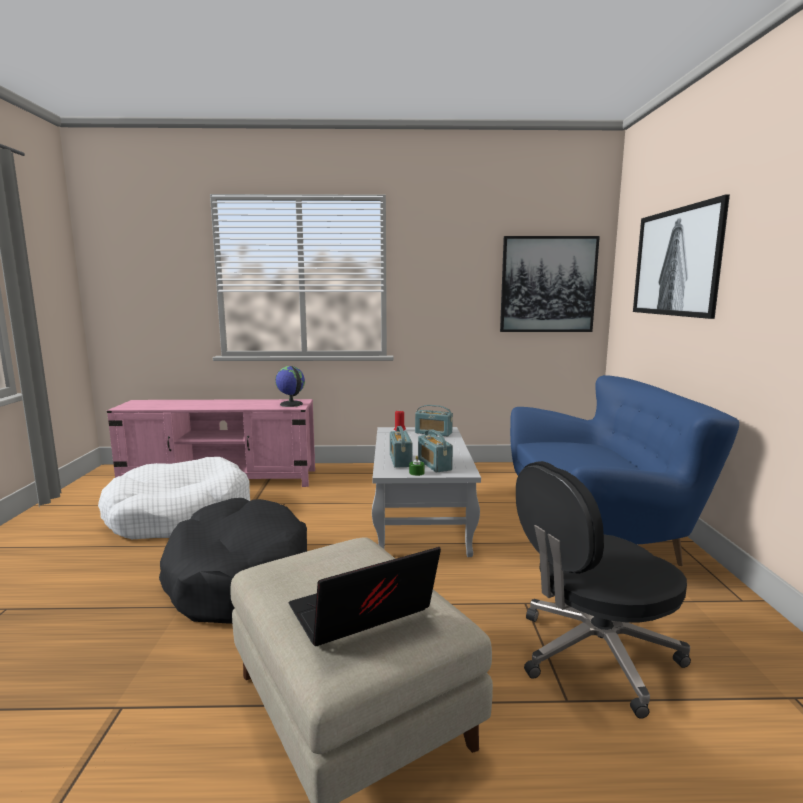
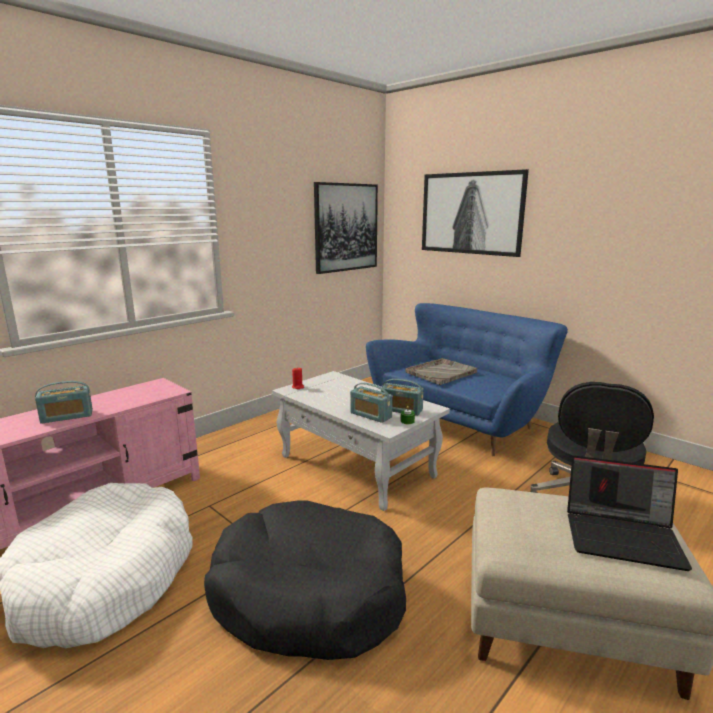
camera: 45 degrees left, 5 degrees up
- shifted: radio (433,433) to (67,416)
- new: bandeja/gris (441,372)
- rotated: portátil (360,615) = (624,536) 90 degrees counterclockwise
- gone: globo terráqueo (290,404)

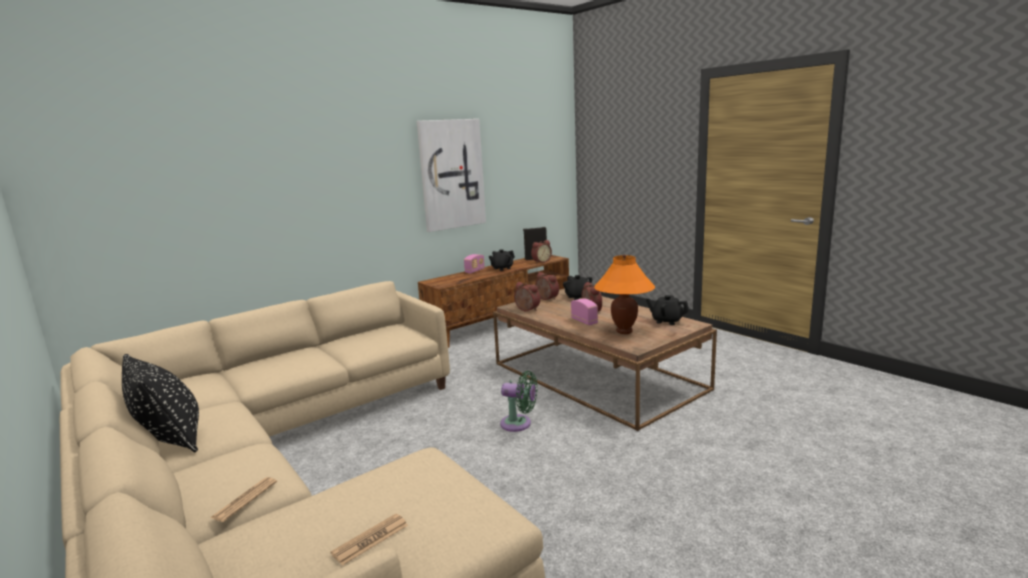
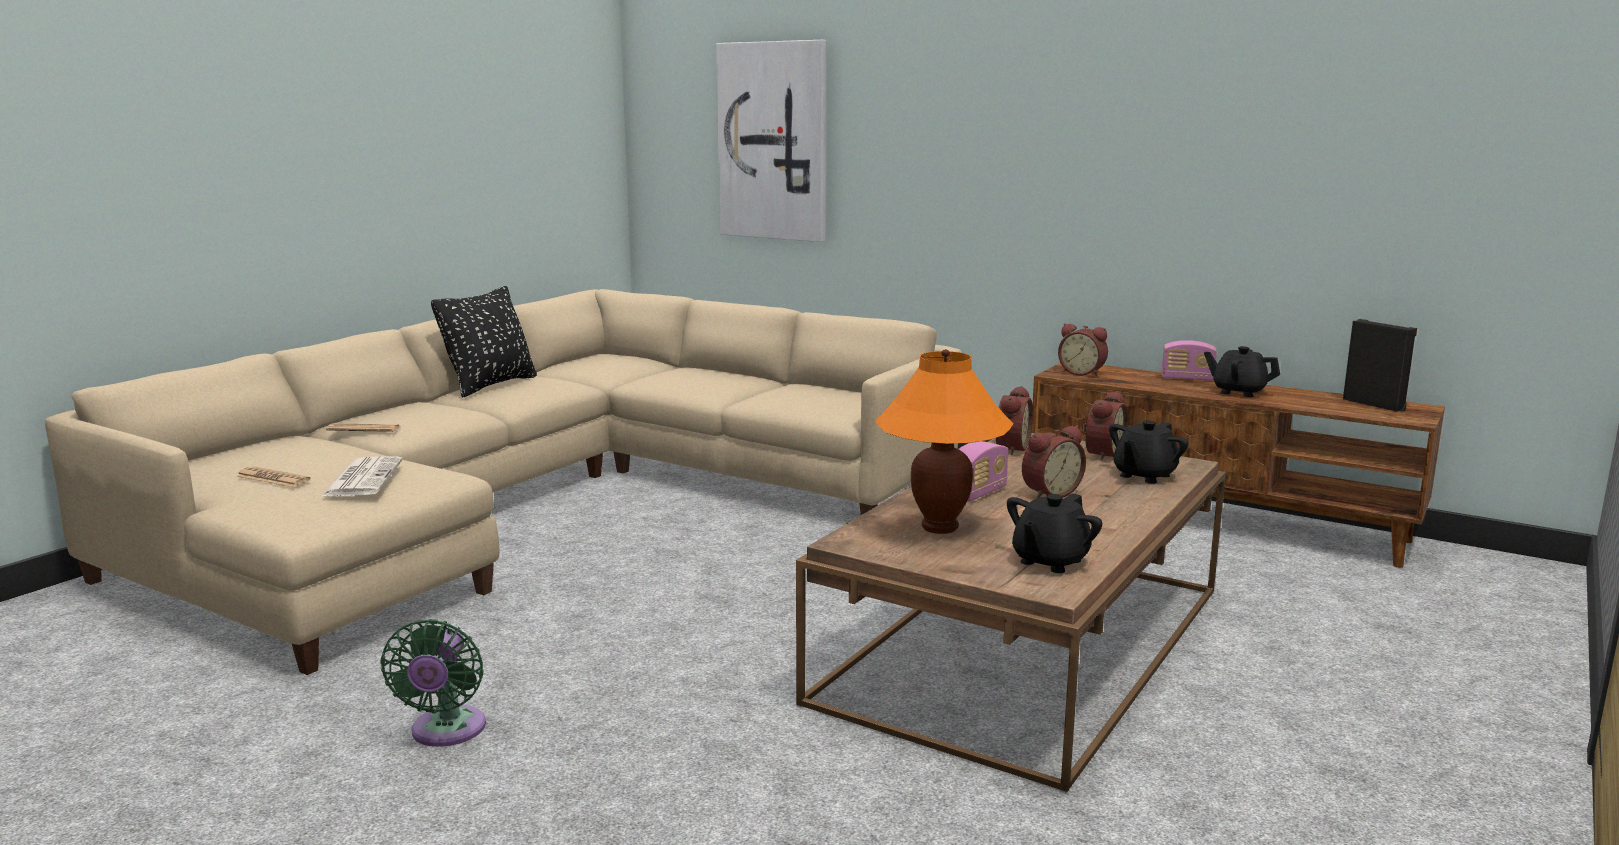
camera: 70 degrees right, 0 degrees up
- new: periódico (362,478)
- shifted: ventilador/verde (519,424) to (446,732)
- shifted: cuadro (451,174) to (773,141)
- rotated: tetera/negro (666,321) = (1050,561) 150 degrees counterclockwise
- shifted: despertador (541,261) to (1082,373)

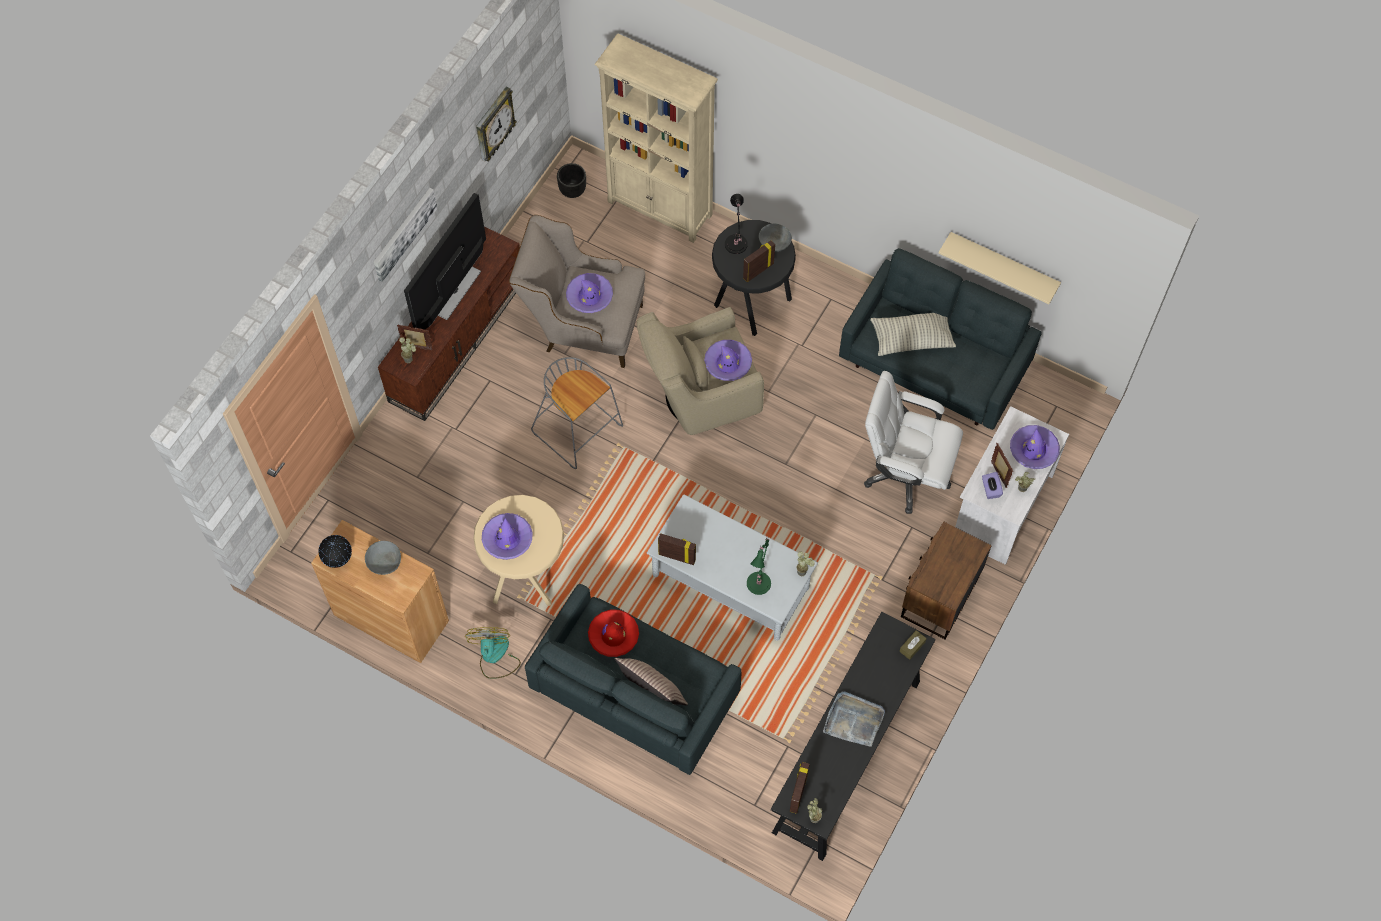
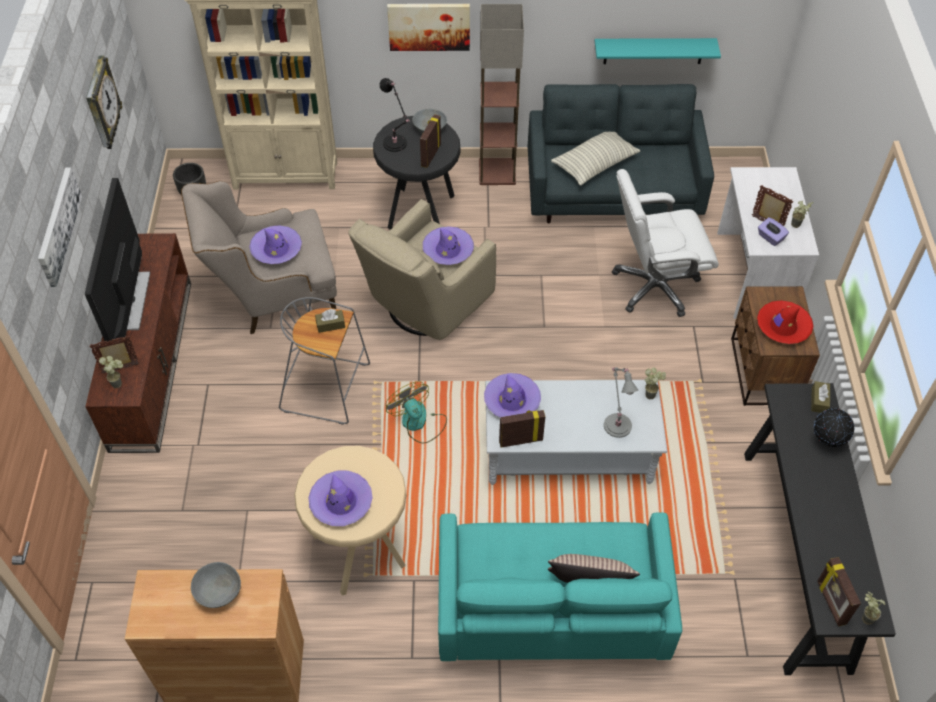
camera: 30 degrees left, 10 degrees down
- new: caja de pañuelos/marrón (330,325)
- shifted: ventilador (495,657) to (418,423)
- new: cuadro (429,26)
- repainted: sofá/gris (634,694) to sofá/turquesa (550,610)
- new: lámpara de pie (497,171)
- shifted: sombrero/morado (1033,450) to (512,400)
- repainted: estante/beis (1003,265) to estante/turquesa (653,51)
- repainted: lámpara de mesa/verde (759,581) to lámpara de mesa/gris (617,423)
- shifted: sombrero/rojo (613,635) to (783,326)
- shifted: globo terráqueo (338,560) to (827,441)
- gone: bandeja/gris (853,720)

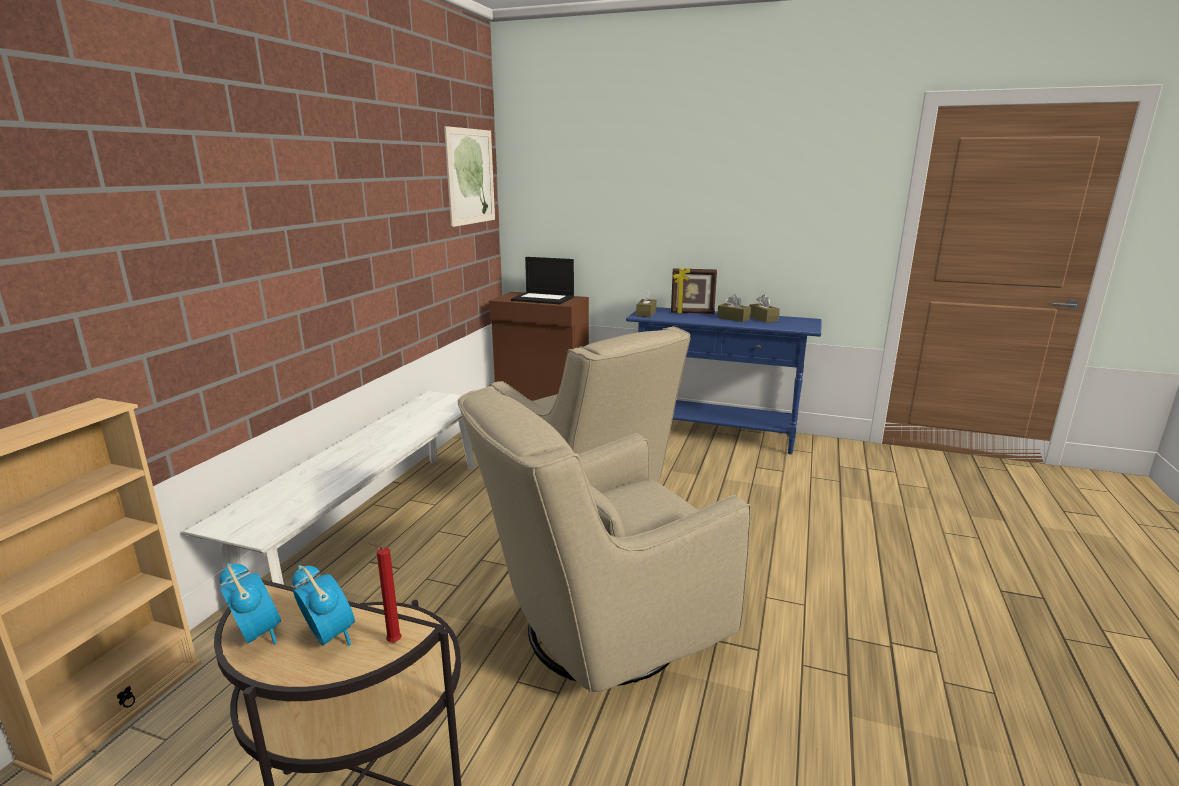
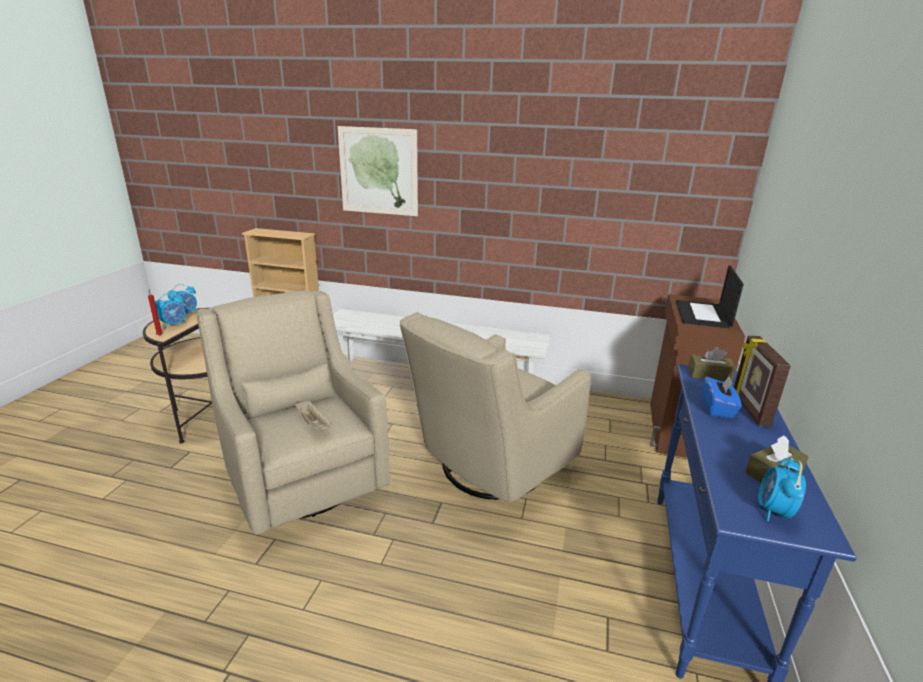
camera: 85 degrees right, 5 degrees up
- new: bandeja/beis (314,424)
- shifted: cuadro (470,176) to (378,171)
- new: caja de pañuelos/azul (718,408)
- new: despertador (773,511)
- gone: caja de pañuelos/marrón (733,318)

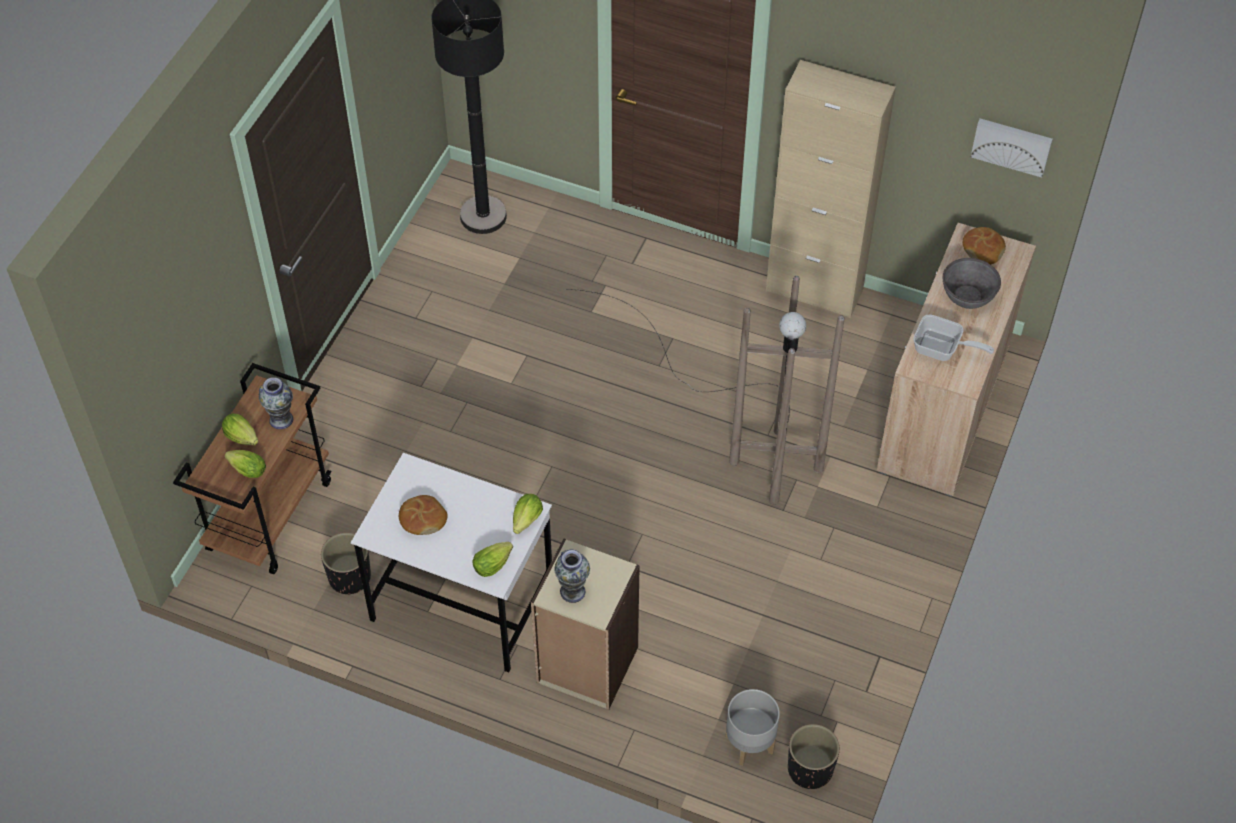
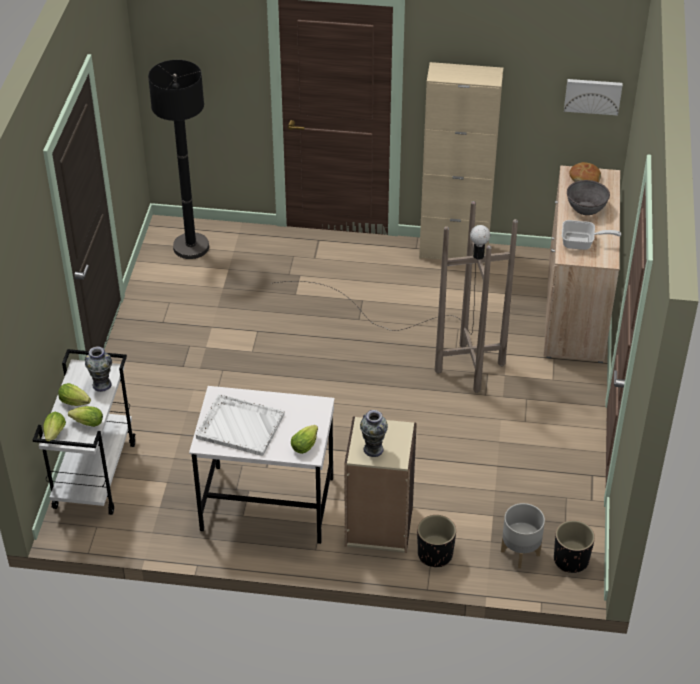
camera: 15 degrees left, 10 degrees down
- repainted: carrito/marrón (270,514) to carrito/blanco (94,474)
- shifted: lechuga (525,522) to (54,435)
- swapped: pan (422,519) to bandeja/blanco (239,426)
- shifted: maceta/negro (349,577) to (435,554)

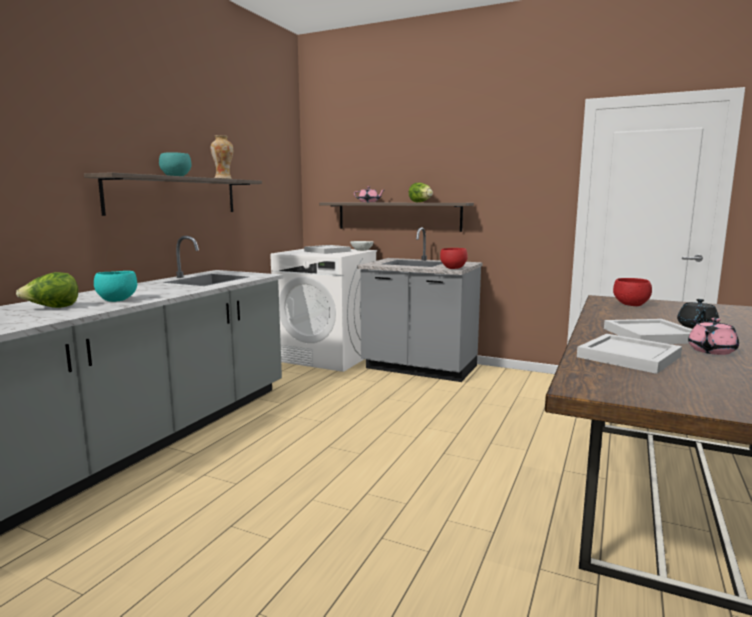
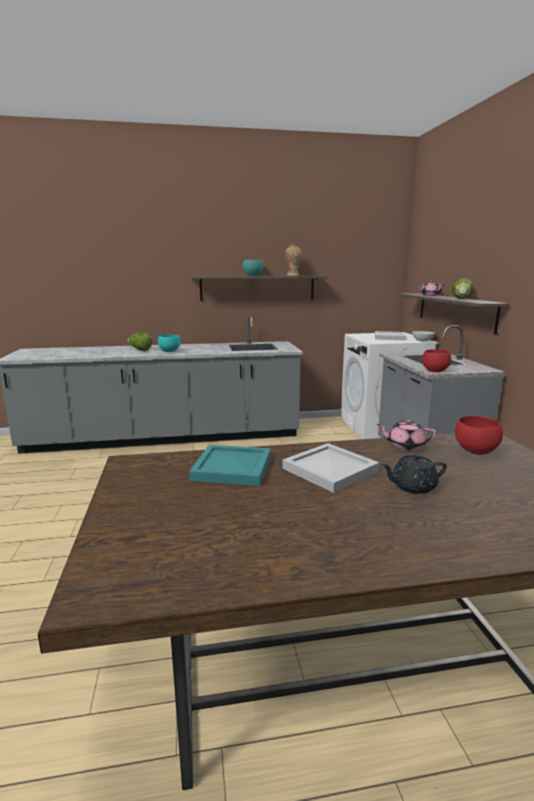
camera: 55 degrees right, 5 degrees up
- repainted: bandeja/blanco (630,356) to bandeja/turquesa (233,468)
- shifted: tetera/rosa (711,351) to (405,446)

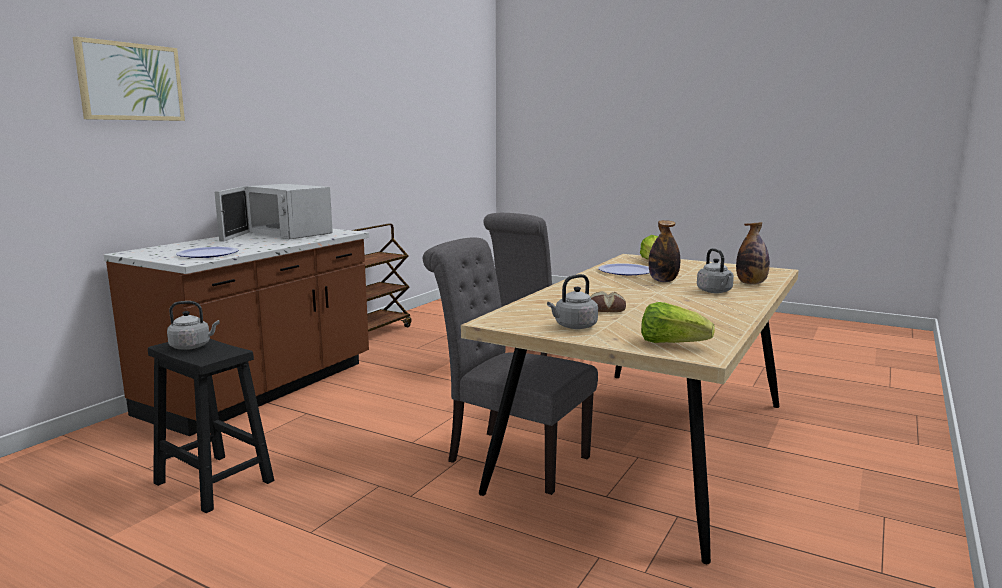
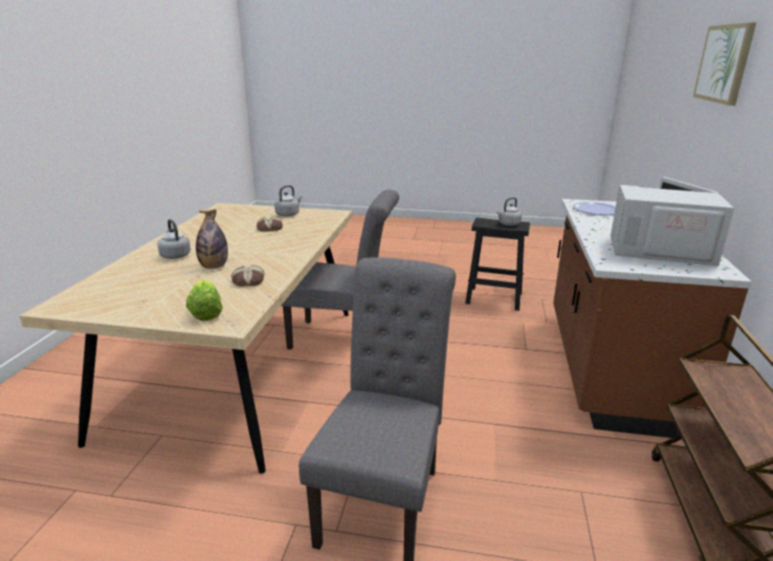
camera: 160 degrees right, 10 degrees up
- swapped: plato (626,271) to pan (248,281)
- gone: lechuga (671,344)
- gone: botella (751,283)

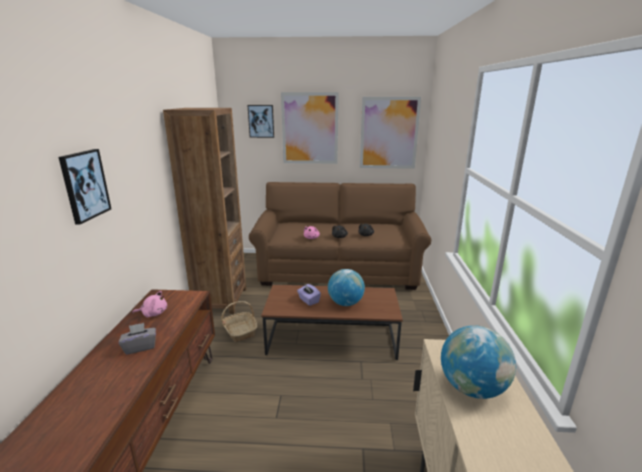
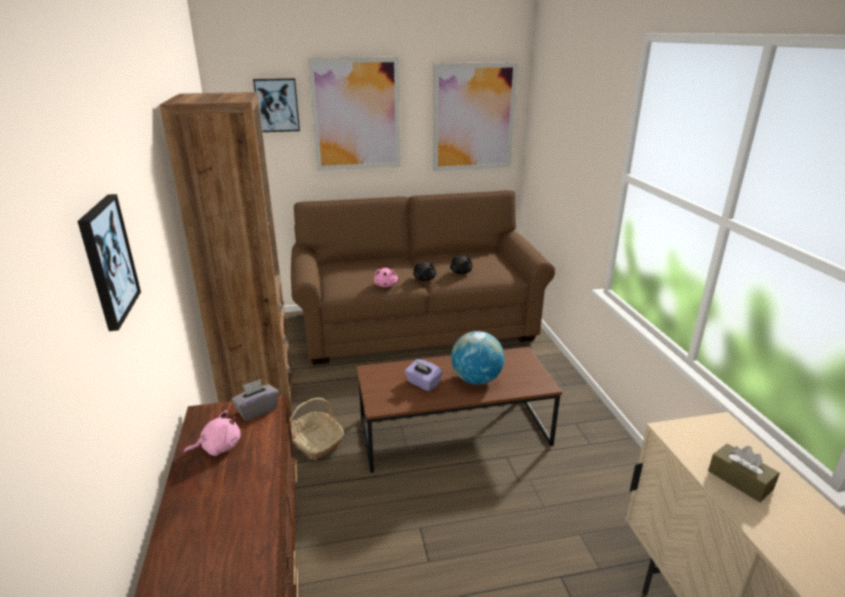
camera: 15 degrees left, 5 degrees up
- shifted: caja de pañuelos/gris (140,347) to (257,410)
- swapped: globo terráqueo (472,388) to caja de pañuelos/marrón (739,480)

